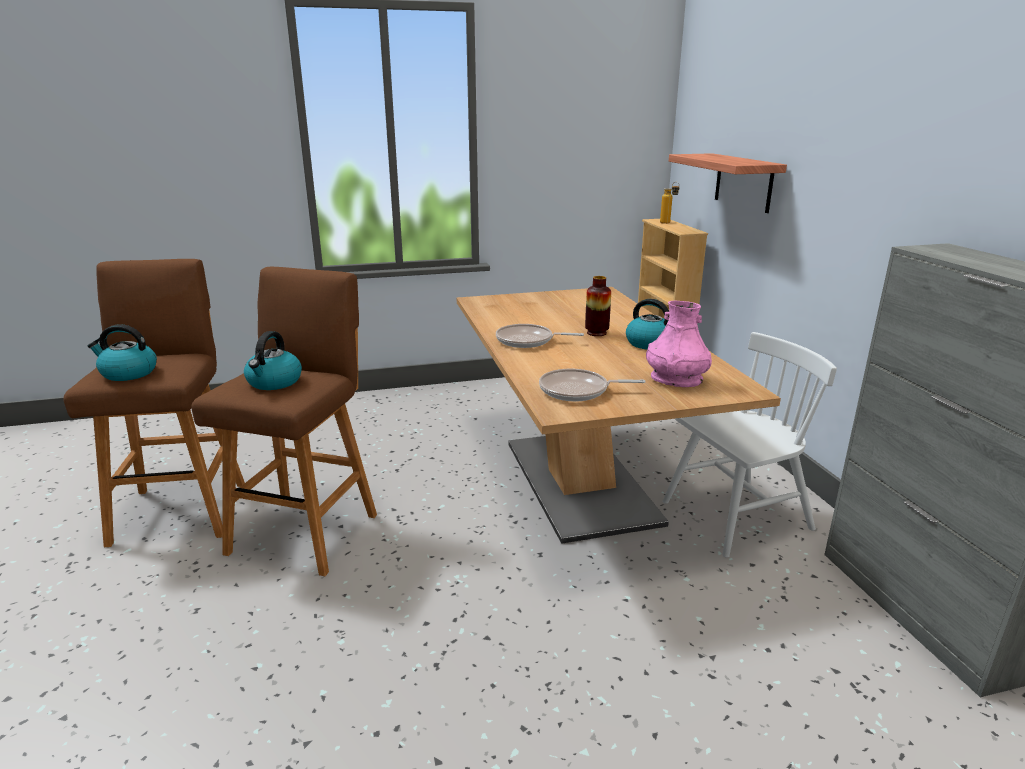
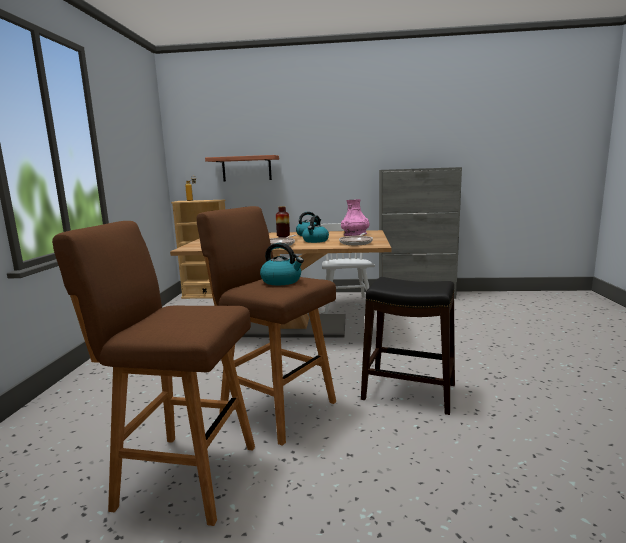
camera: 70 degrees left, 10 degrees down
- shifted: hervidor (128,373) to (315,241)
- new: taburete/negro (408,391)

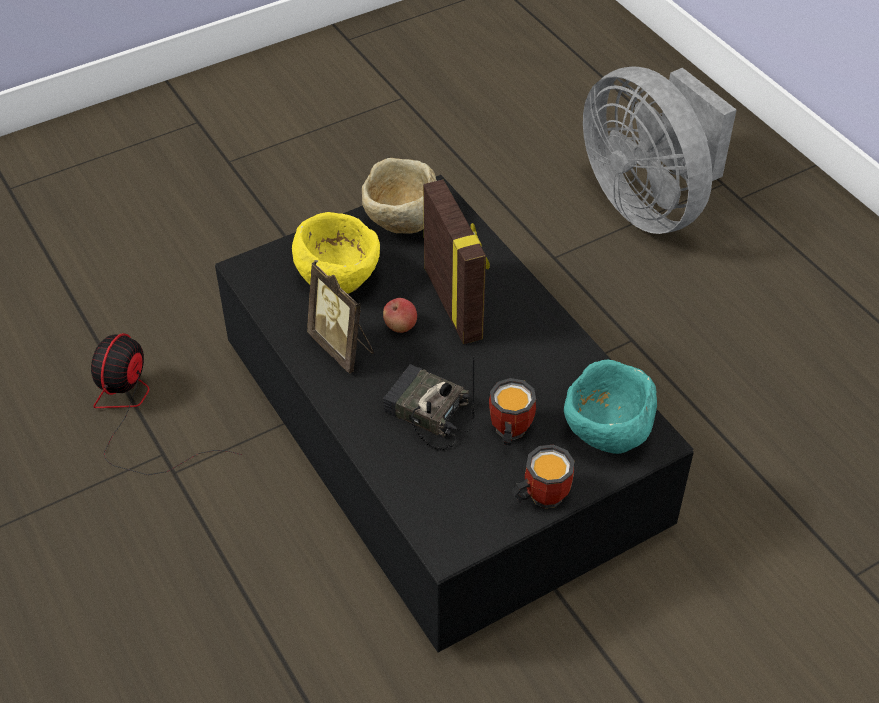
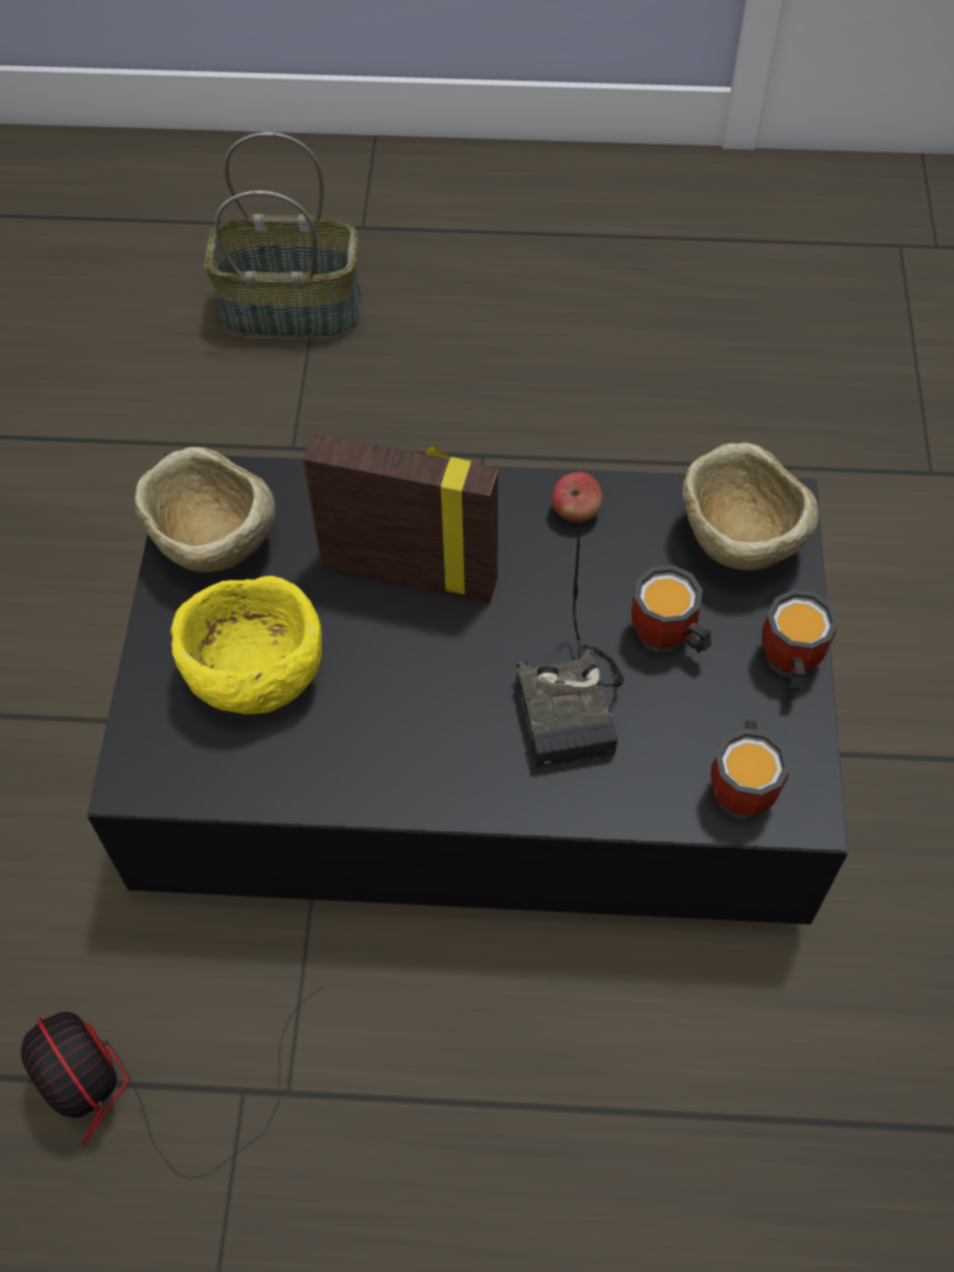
camera: 55 degrees left, 10 degrees up
- swapped: ventilador/gris (648,203) to cesta (292,308)
- rotated: radio (426,414) = (573,710) 75 degrees counterclockwise
- shifted: manzana (400,326) to (576,512)
- repainted: cuenco/turquesa (606,433) to cuenco/beis (738,544)
- new: taza grande (745,788)
- gone: portarretratos (342,347)

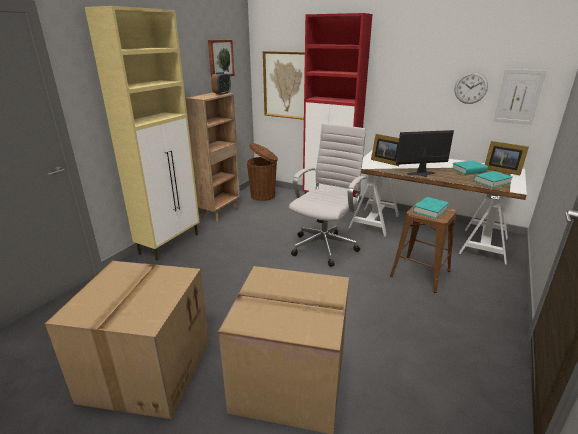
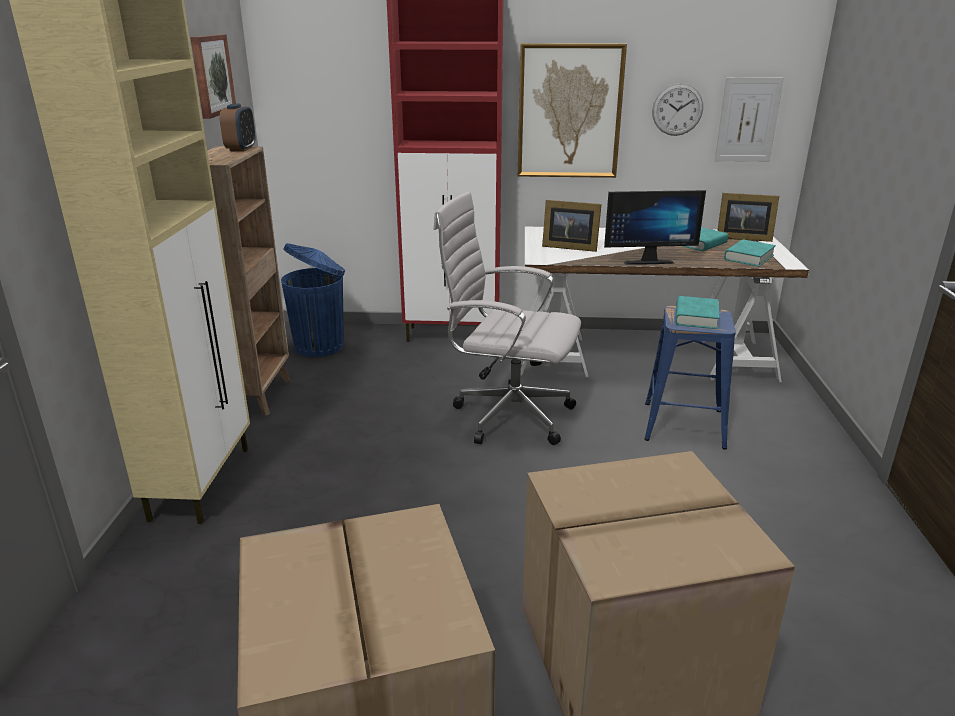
camera: 25 degrees left, 0 degrees up
- repainted: papelera/marrón (263,196) to papelera/azul (321,346)
- rotated: silla de oficina/blanco (325,246) = (507,415) 75 degrees counterclockwise
- shifted: cuadro (286,85) to (569,112)
- rotated: monitor (423,175) = (647,261) 150 degrees counterclockwise
- repainted: taburete/marrón (420,273) to taburete/azul (683,425)

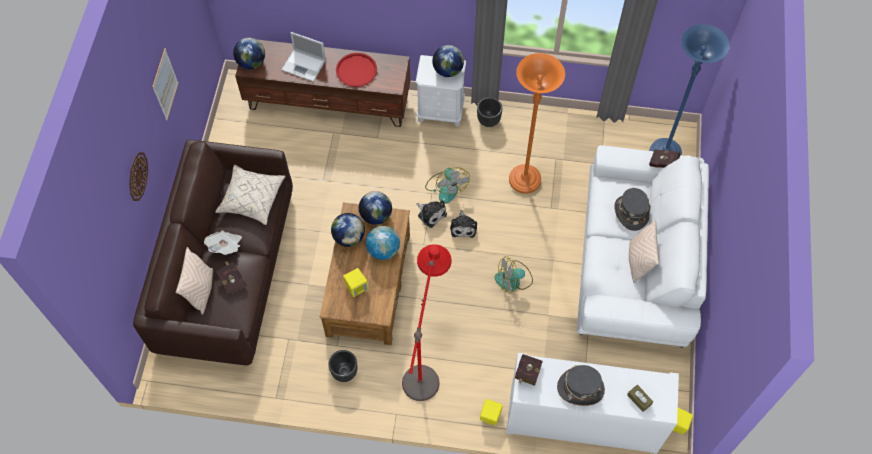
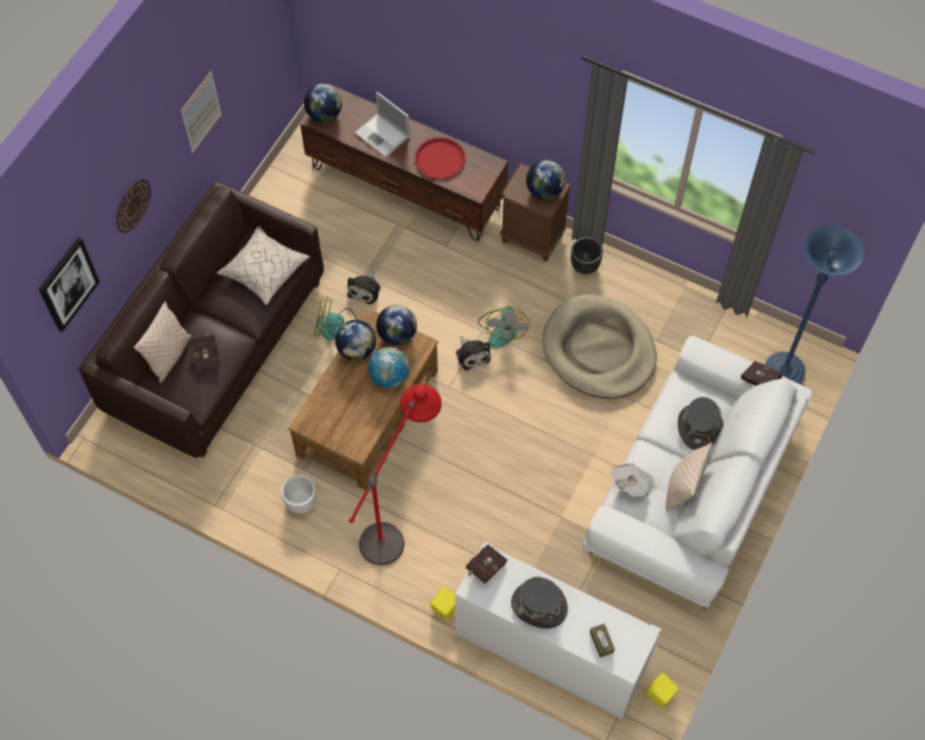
camera: 20 degrees right, 0 degrees up
- new: cuadro (68,284)
- repainted: maceta/negro (344,372) to maceta/blanco (300,502)
- shifted: ventilador (513,280) to (336,329)
- shifted: peluche (463,226) to (365,289)
- repainted: mesita de noche/blanco (441,111) to mesita de noche/marrón (532,237)
- swapped: lámpara de pie/naranja (524,180) to cama para perro/beis (599,350)
- shifted: periódico (225,246) to (632,484)
- gone: altavoz/amarillo (356,287)

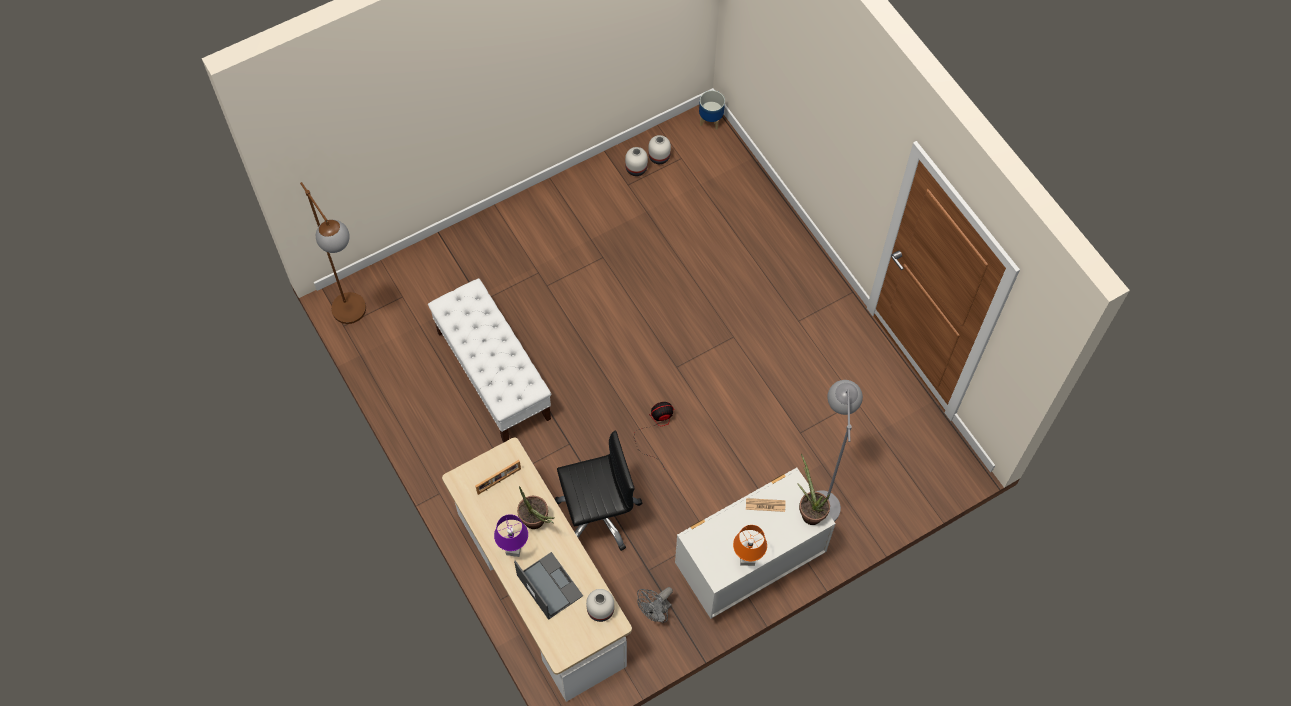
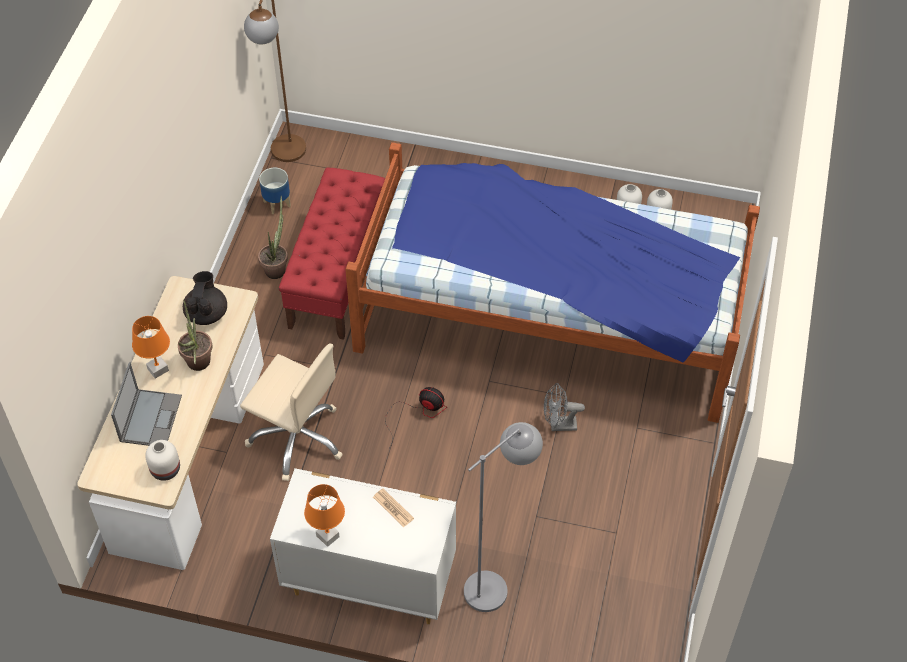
camera: 45 degrees right, 10 degrees down
- repainted: lámpara de mesa/morado (514,549) to lámpara de mesa/naranja (158,370)
- swapped: portarretratos (499,481) to tetera/negro (206,313)
- repainted: silla de oficina/negro (598,514) to silla de oficina/beis (297,438)
- shifted: planta en maceta (809,511) to (277,267)
- shifted: maceta (711,120) to (277,204)
- repainted: banco/blanco (494,375) to banco/rojo (337,274)
- new: cama (549,319)
- shifted: ventilador/gris (655,612) to (559,425)

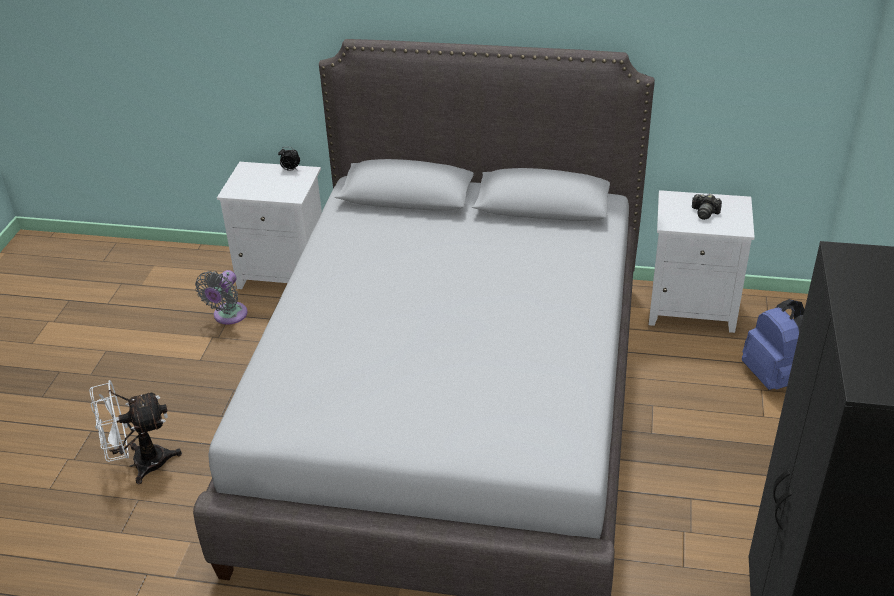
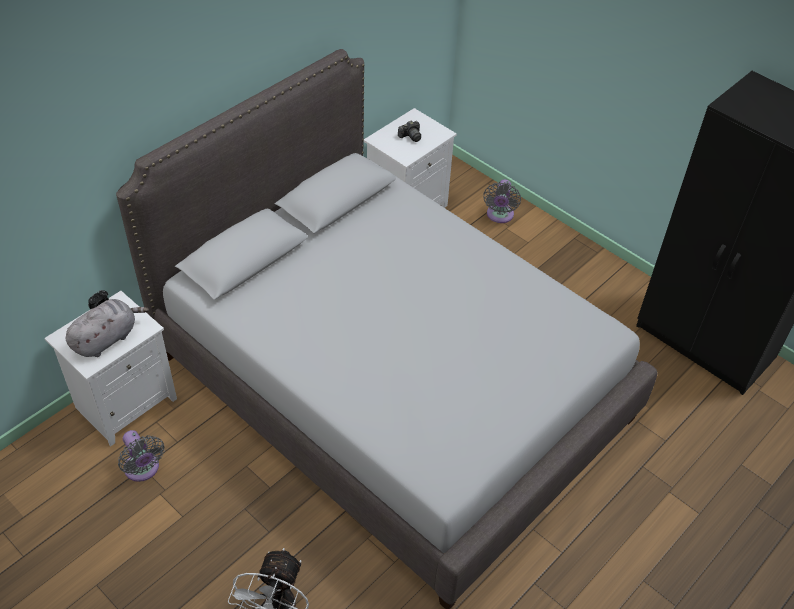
camera: 60 degrees left, 10 degrees up
- new: peluche/gris (107,338)
- swapped: mochila/azul (773,376) to ventilador/gris (499,216)

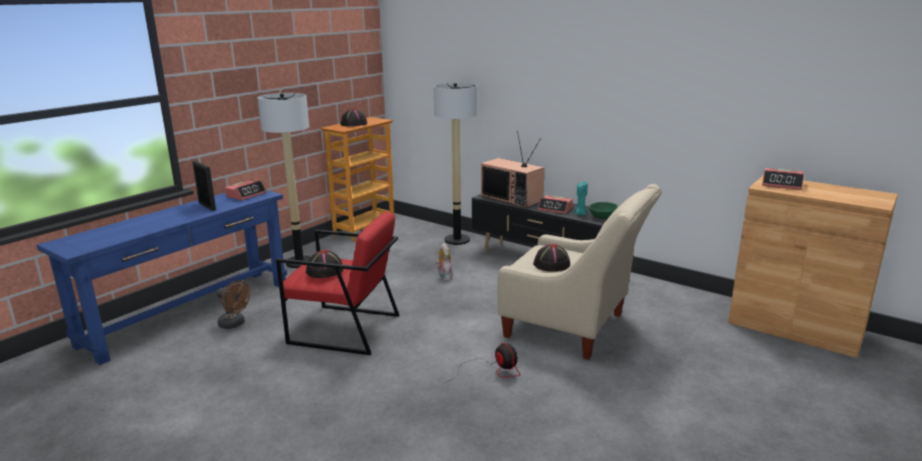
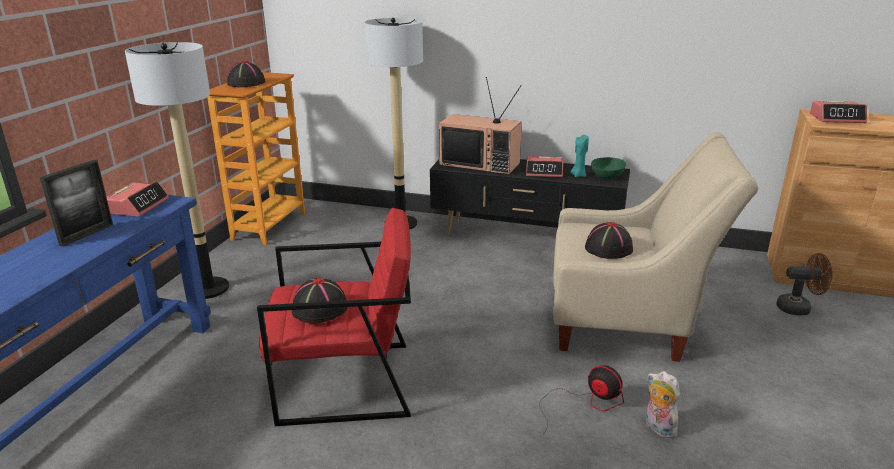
camera: 20 degrees left, 5 degrees up
- rotated: portarretratos (207,206) = (87,234) 90 degrees clockwise
- shifted: peluche (444,277) to (657,428)
- shifted: ventilador/marrón (235,324) to (799,308)

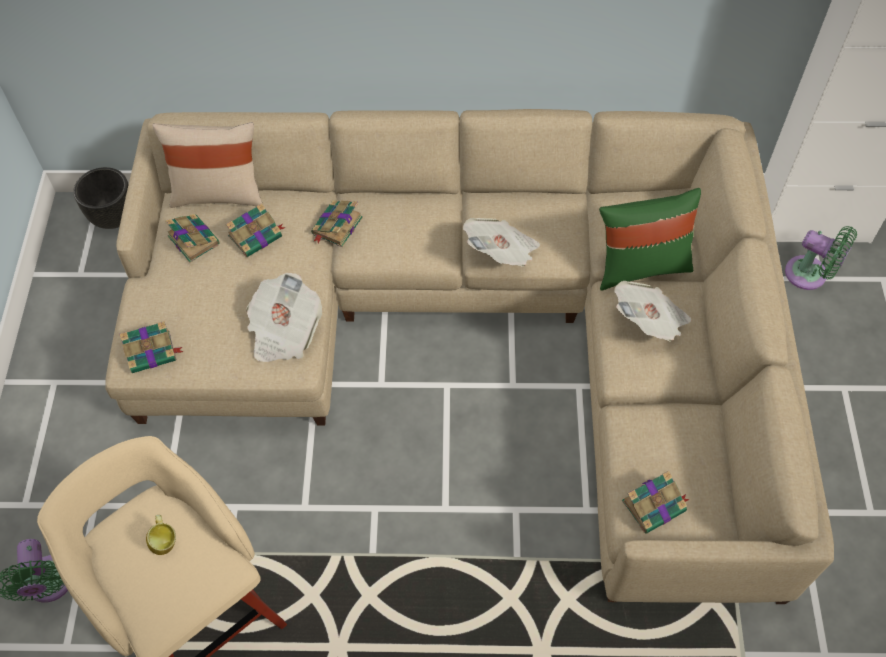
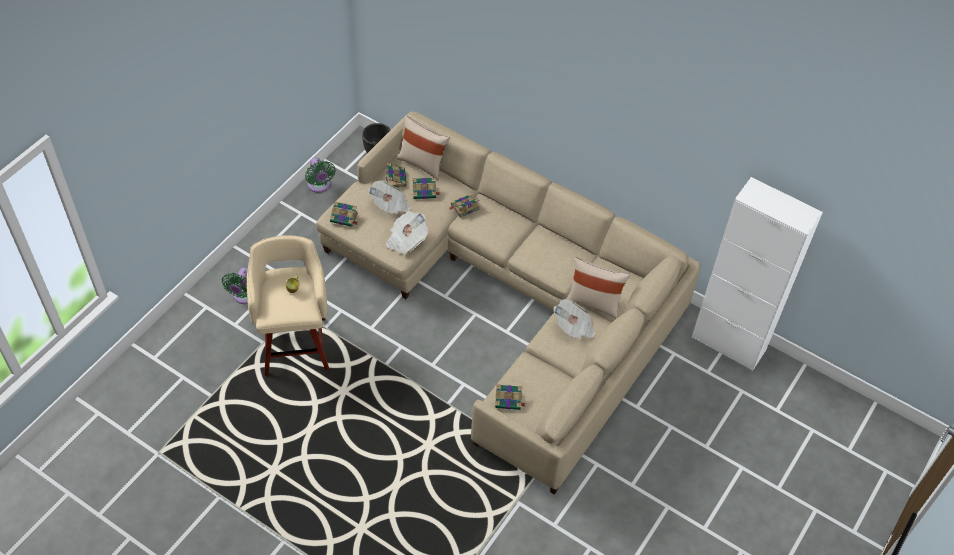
camera: 30 degrees right, 5 degrees down
- shifted: ventilador/verde (810,275) to (320,186)
- shifted: periódico (502,253) to (390,205)
- repainted: cojín/verde (641,266) to cojín/beis (593,302)

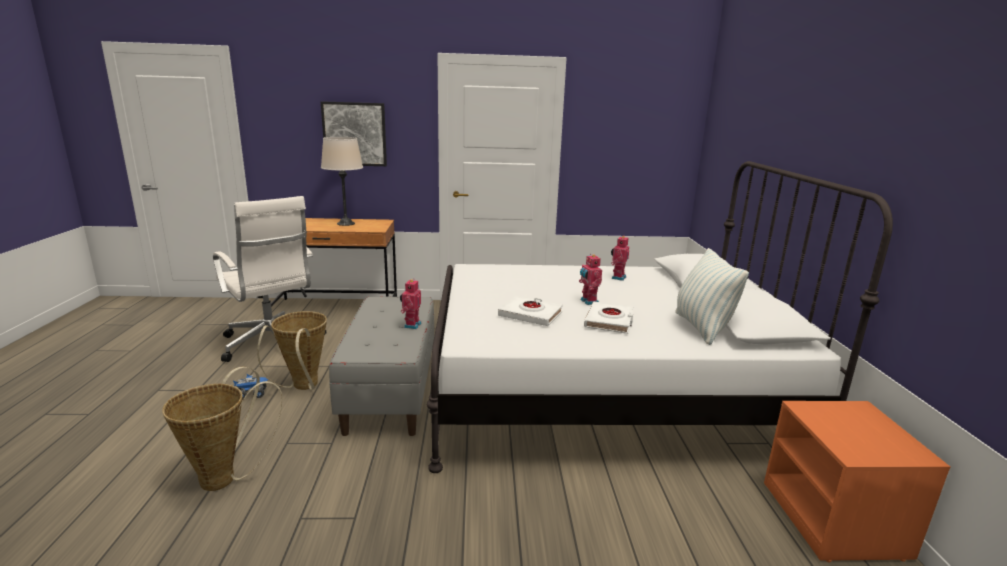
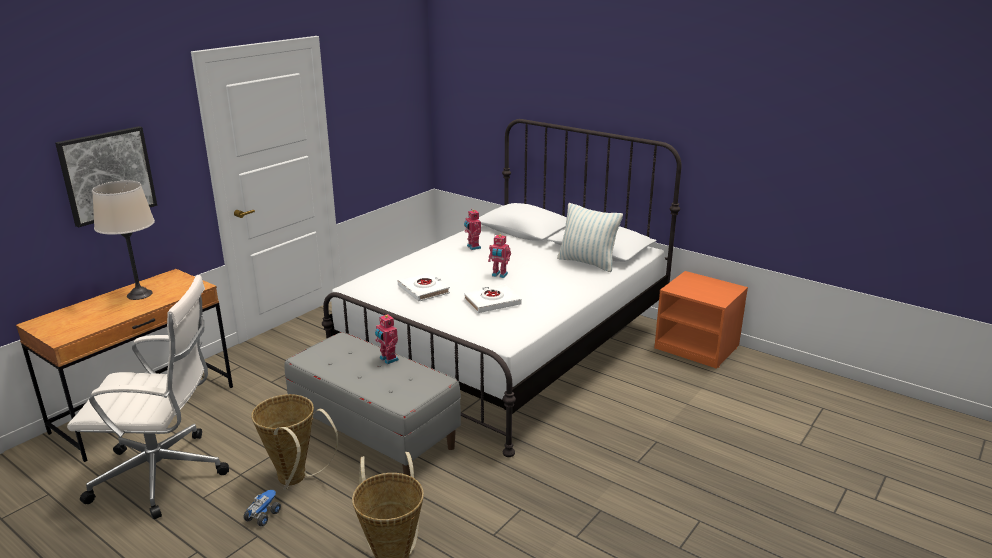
camera: 50 degrees left, 5 degrees up
- shifted: libro/blanco (609,321) to (424,290)

